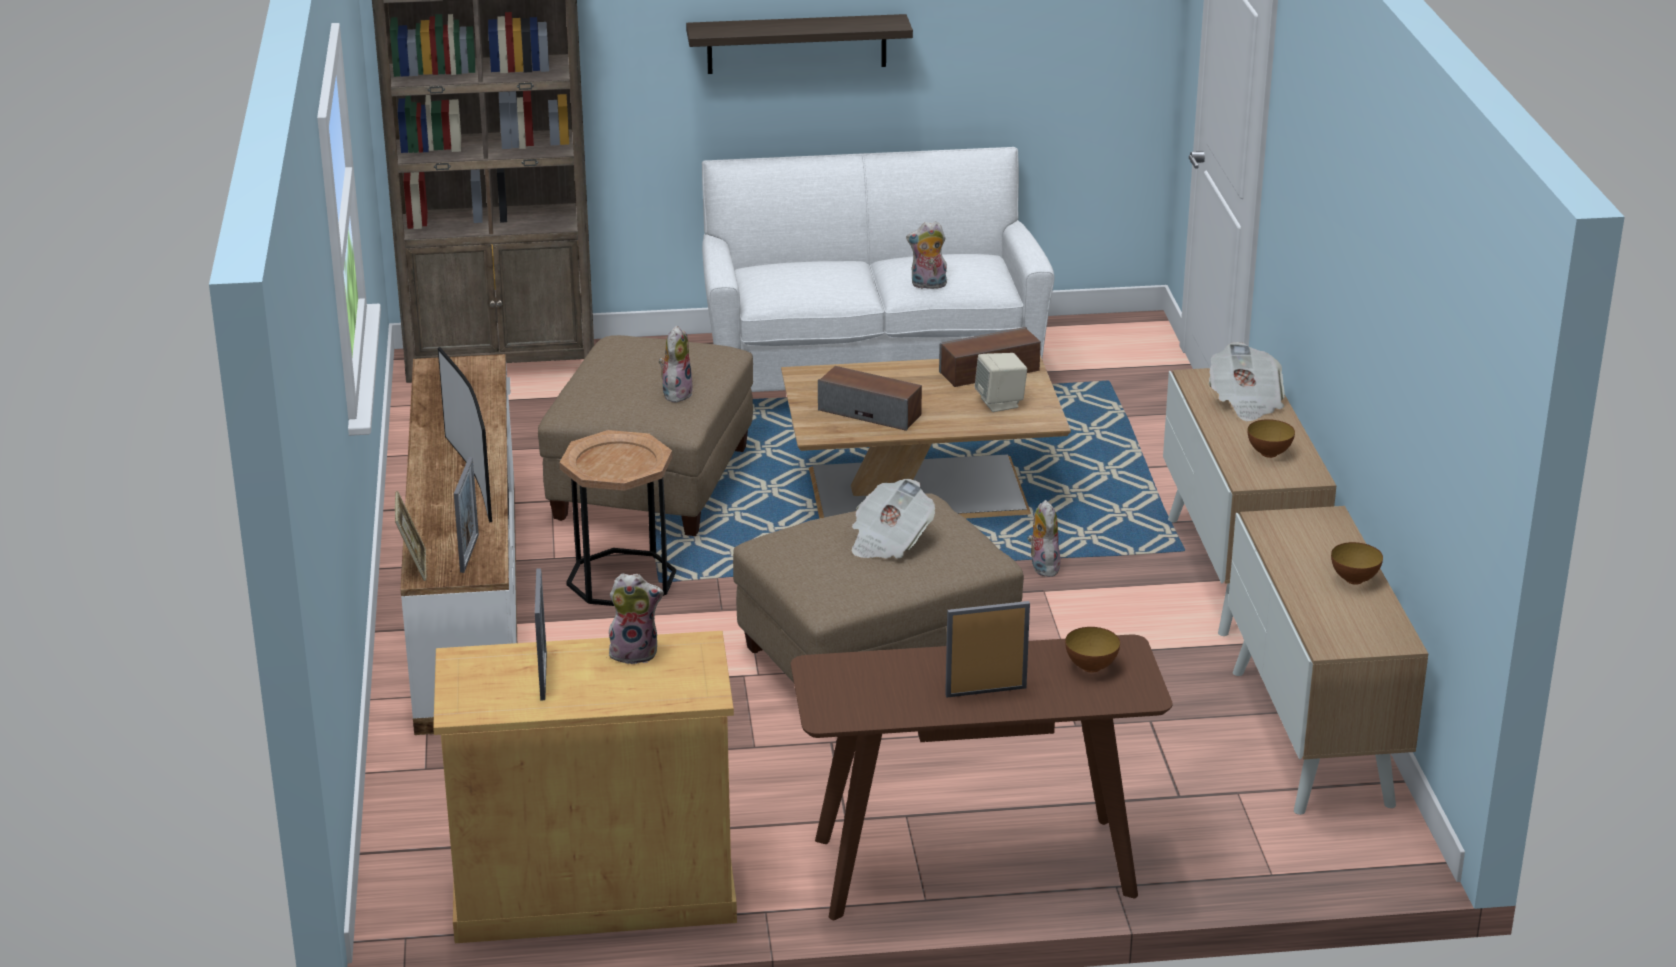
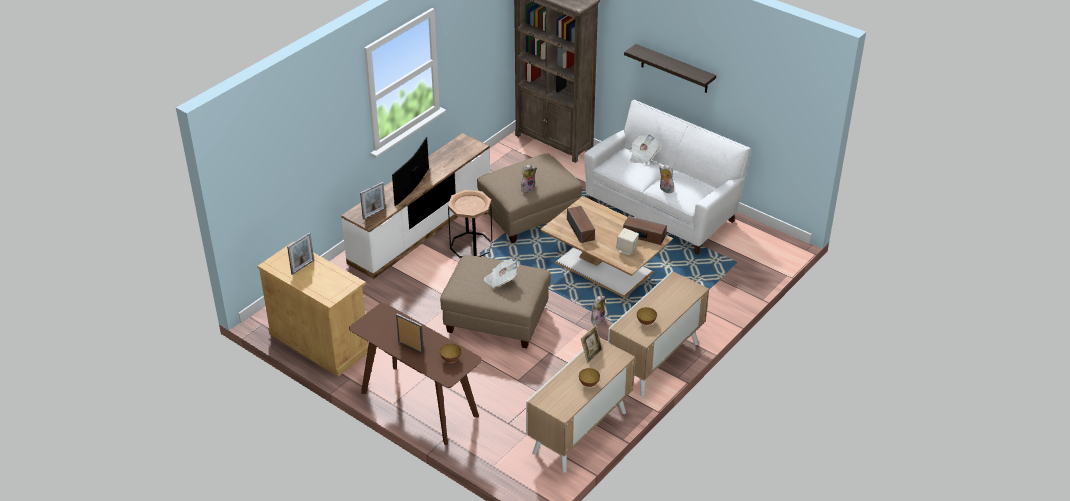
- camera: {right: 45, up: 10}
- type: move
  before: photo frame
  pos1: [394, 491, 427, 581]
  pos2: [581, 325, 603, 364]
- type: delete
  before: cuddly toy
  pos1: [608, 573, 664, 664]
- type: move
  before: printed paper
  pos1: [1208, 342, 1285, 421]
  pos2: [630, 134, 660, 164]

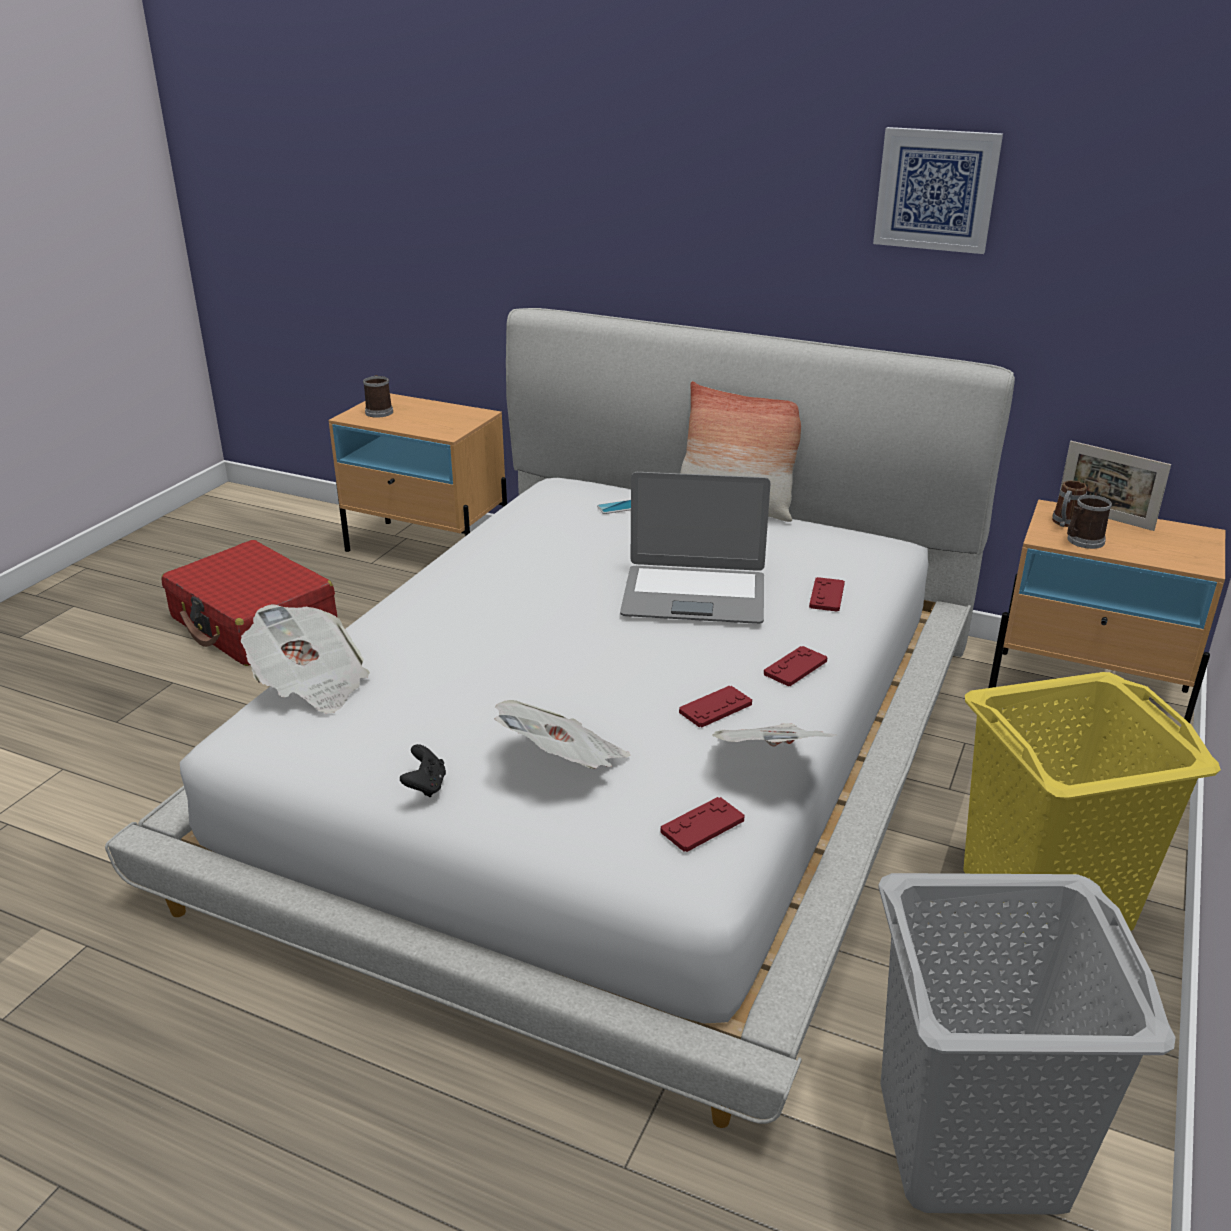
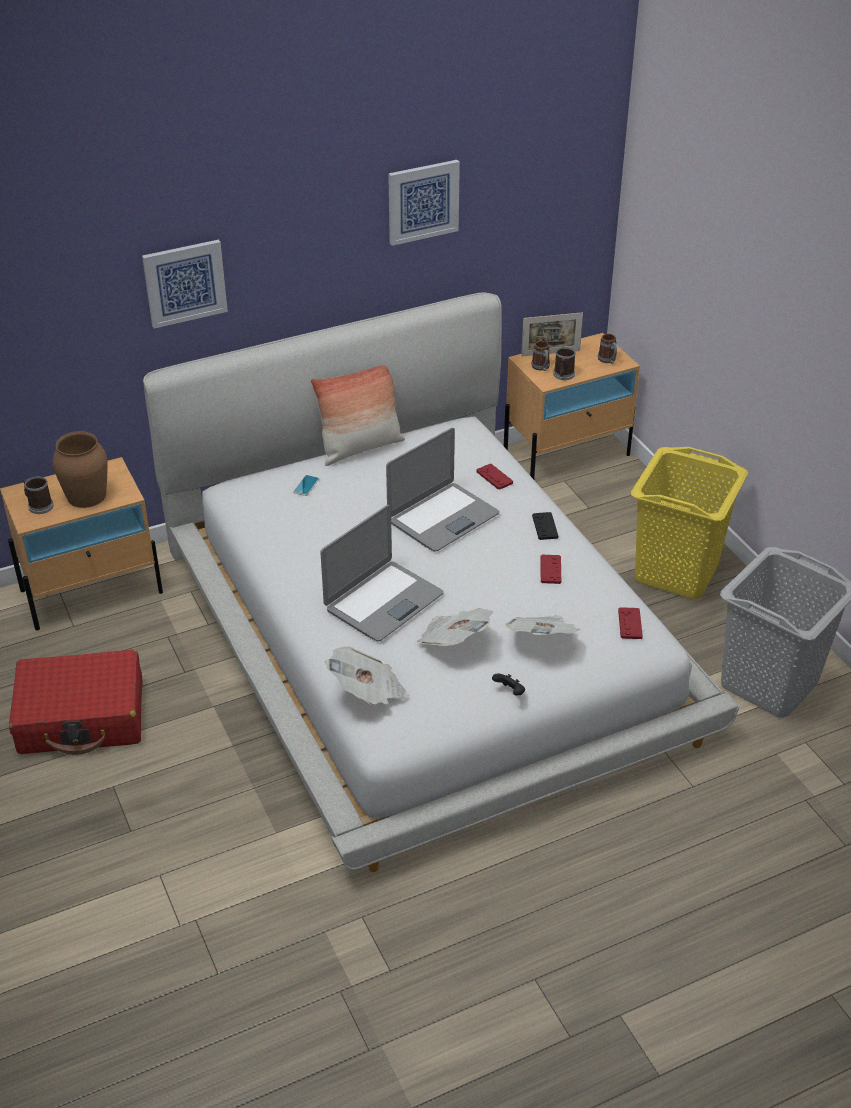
- camera: {right: -50, up: 10}
- type: move
  before: printed paper
  pos1: [712, 723, 836, 747]
  pos2: [417, 608, 493, 646]
- type: recolor
  before: reddish joypad
  after: black joypad
  pos1: [764, 646, 827, 686]
  pos2: [532, 512, 558, 540]
- type: insert
  after: brown-coloured flower vase
  pos2: [53, 431, 108, 508]
- type: insert
  after: wall art
  pos2: [142, 240, 228, 328]
- type: insert
  after: laptop
  pos2: [320, 505, 444, 641]
- type: insert
  after: coffee mug
  pos2: [598, 334, 617, 364]

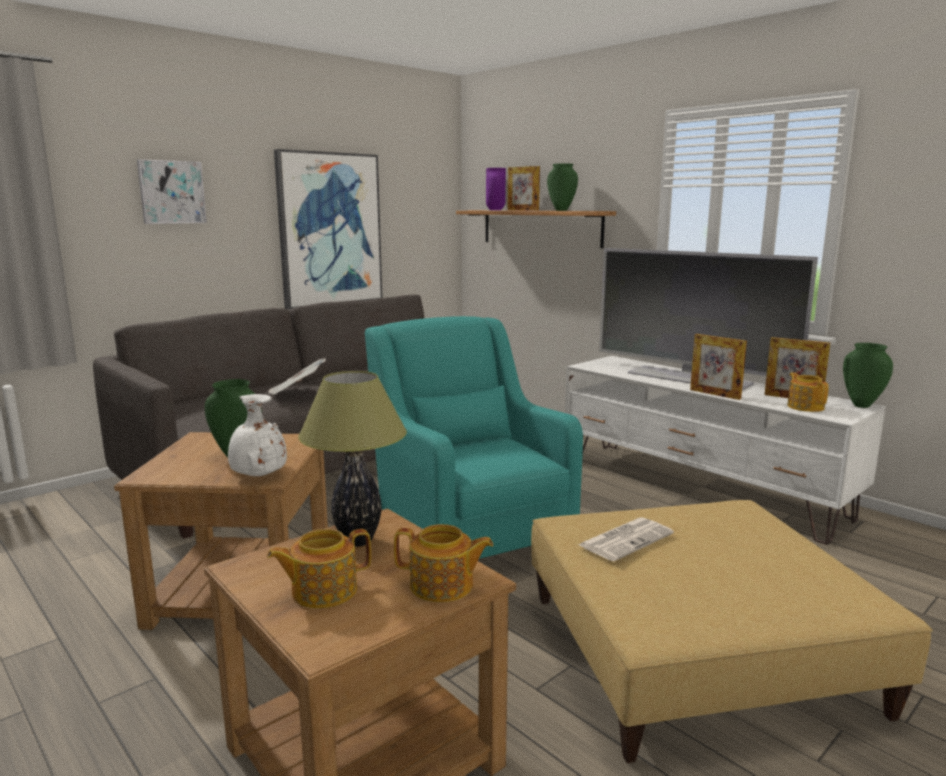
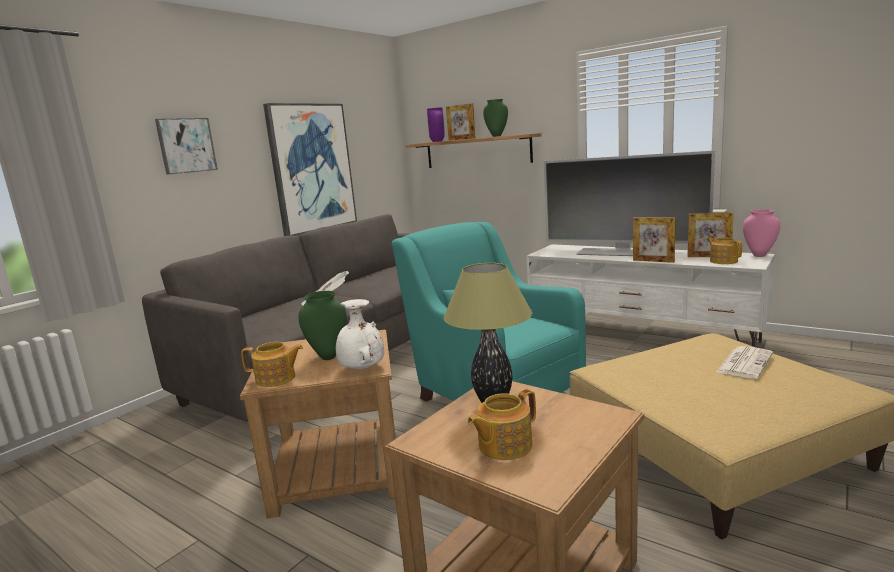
- camera: {right: -10, up: 0}
- type: move
  before: tea pot
  pos1: [394, 524, 493, 603]
  pos2: [241, 342, 303, 387]
- type: move
  before: printed paper
  pos1: [578, 517, 674, 561]
  pos2: [717, 346, 773, 379]
- type: recolor
  before: green flower vase
  after: pinkish flower vase
  pos1: [843, 343, 893, 408]
  pos2: [743, 209, 780, 257]

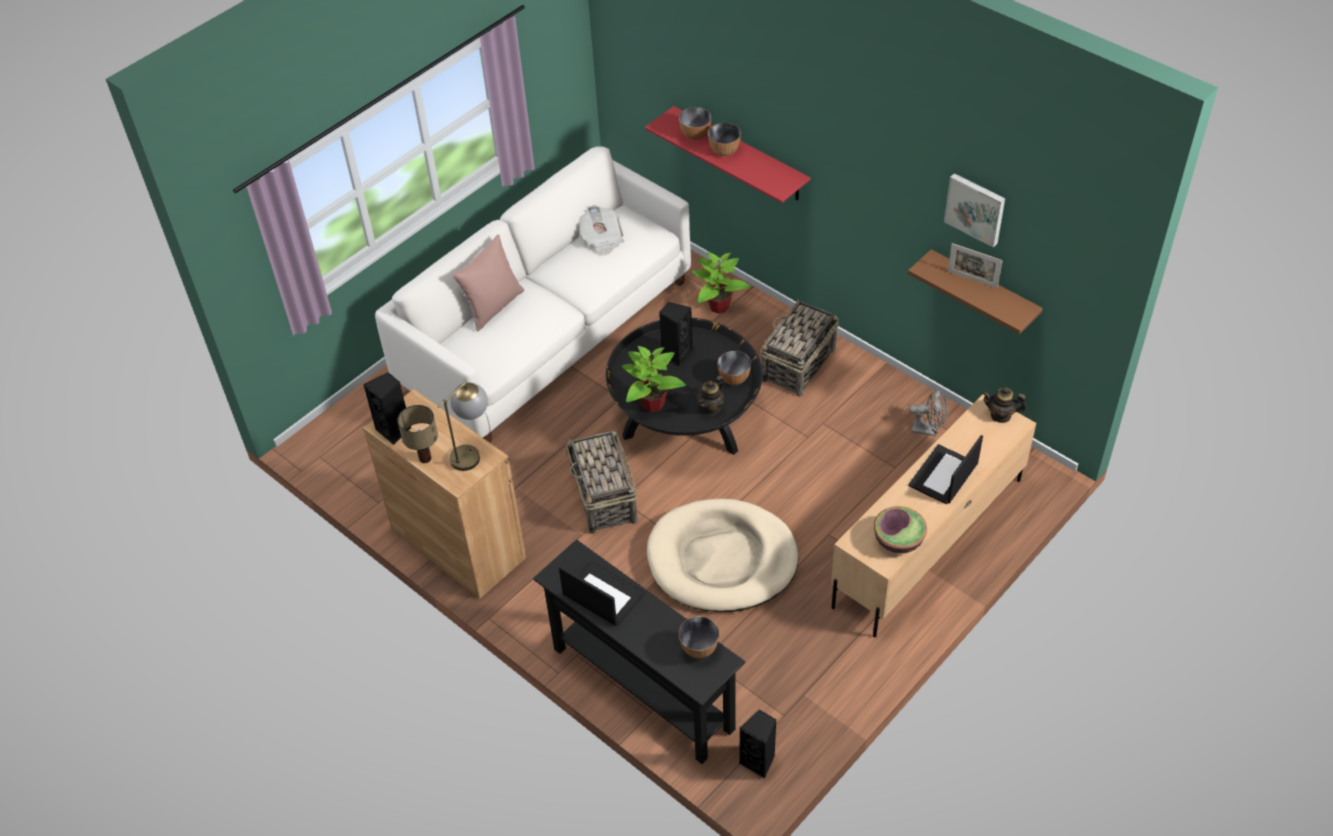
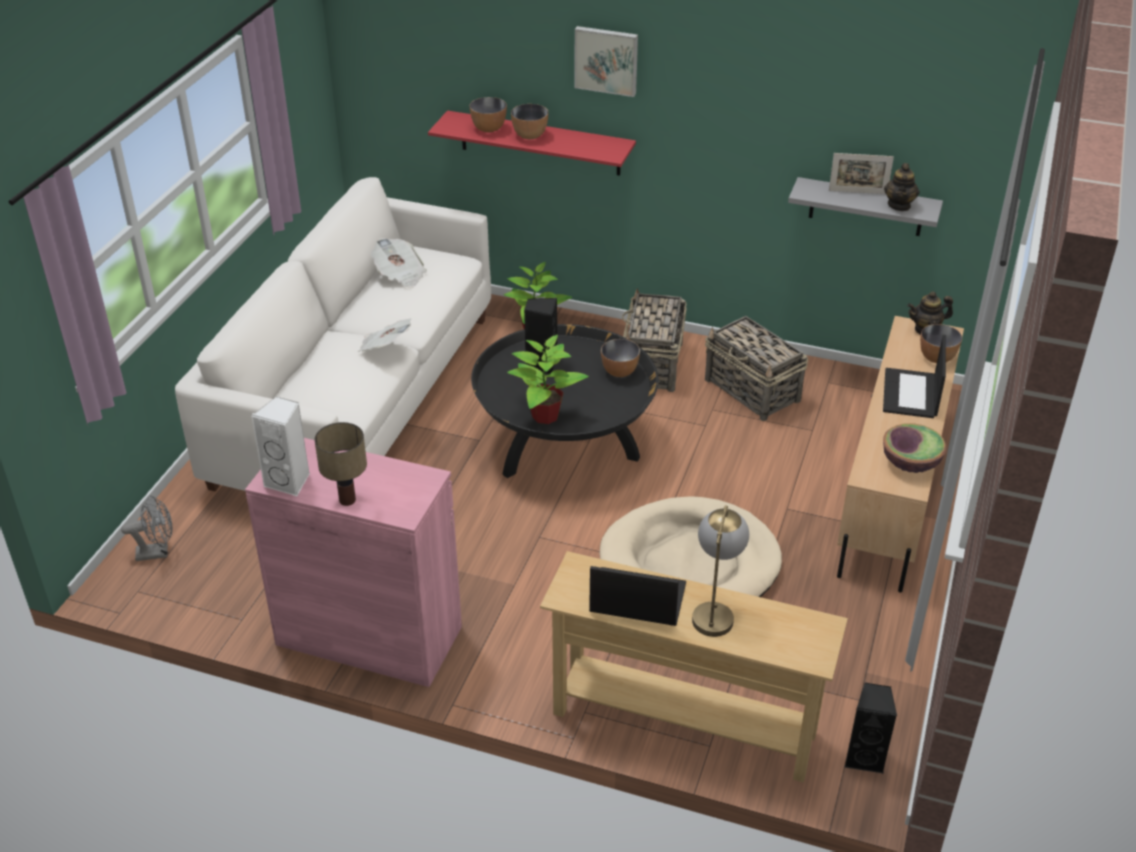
- camera: {right: -25, up: -10}
- type: recolor
  before: black loudspeaker
  after: whitish loudspeaker
  pos1: [363, 372, 411, 445]
  pos2: [251, 396, 310, 496]
- type: recolor
  before: brown-coloured cupboard
  after: pinkish cupboard
  pos1: [363, 389, 526, 599]
  pos2: [245, 438, 462, 687]
- type: move
  before: tabletop lamp
  pos1: [438, 382, 488, 471]
  pos2: [692, 505, 749, 637]
- type: delete
  before: pinkish throw pillow
  pos1: [453, 234, 524, 332]
- type: recolor
  before: black hall table
  after: beige hall table
  pos1: [533, 539, 745, 764]
  pos2: [540, 551, 848, 783]
- type: move
  before: household basket
  pos1: [565, 431, 638, 534]
  pos2: [705, 316, 808, 421]
- type: move
  before: deep dish
  pos1: [679, 616, 719, 659]
  pos2: [920, 324, 962, 363]
- type: move
  before: tea pot
  pos1: [697, 375, 724, 415]
  pos2: [884, 163, 920, 211]
- type: recolor
  before: brown-coloured shelf
  after: greyish shelf
  pos1: [908, 249, 1043, 334]
  pos2: [788, 177, 943, 236]
- type: move
  before: greyish fan
  pos1: [909, 388, 948, 436]
  pos2: [121, 495, 172, 561]
- type: move
  before: wall art
  pos1: [944, 173, 1005, 247]
  pos2: [574, 26, 638, 97]
- type: insert
  after: printed paper
  pos2: [358, 318, 411, 352]

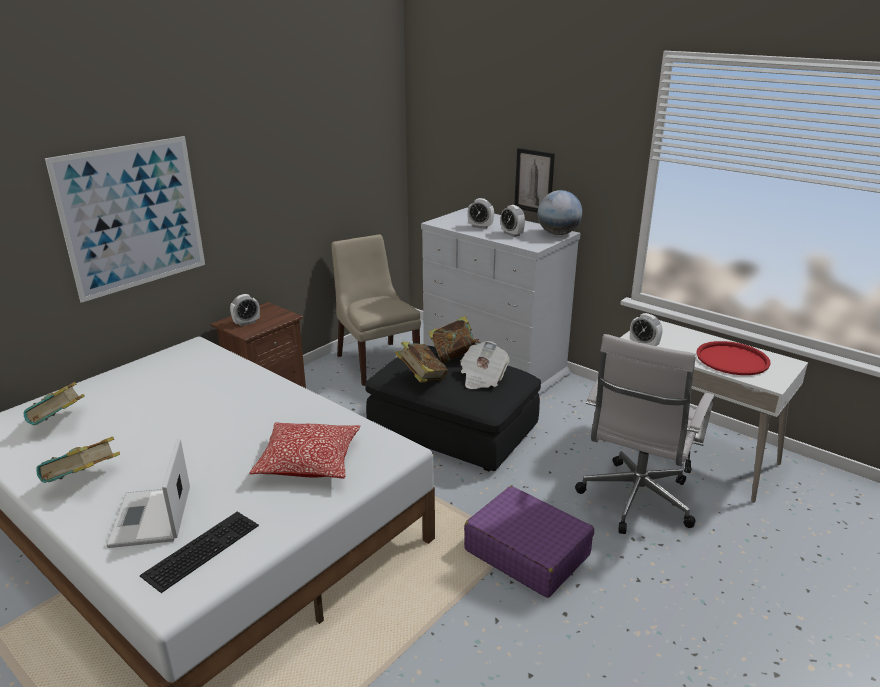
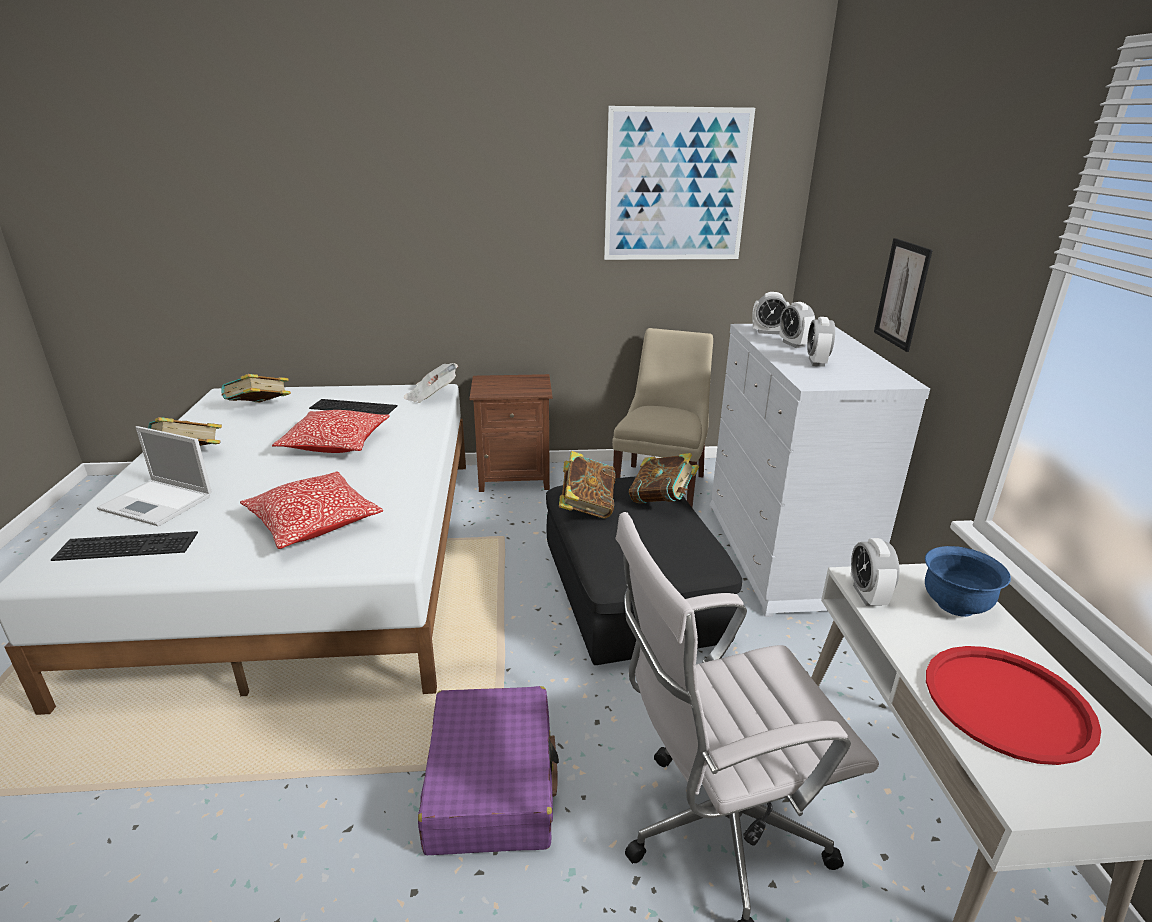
- camera: {right: 45, up: 0}
- type: move
  before: wall art
  pos1: [45, 136, 205, 303]
  pos2: [604, 106, 755, 260]
- type: rotate
  before: laptop
  pos1: [106, 439, 190, 548]
  pos2: [97, 426, 212, 526]
  turn: -105
- type: move
  before: alarm clock
  pos1: [230, 294, 260, 326]
  pos2: [752, 292, 790, 335]
- type: move
  before: printed paper
  pos1: [460, 341, 510, 389]
  pos2: [404, 363, 458, 403]
- type: delete
  before: world globe
  pos1: [538, 190, 582, 235]
- type: insert
  after: throw pillow
  pos2: [272, 410, 390, 453]
- type: insert
  after: keyboard
  pos2: [309, 399, 397, 415]
- type: insert
  after: blue deep dish
  pos2: [925, 546, 1011, 617]

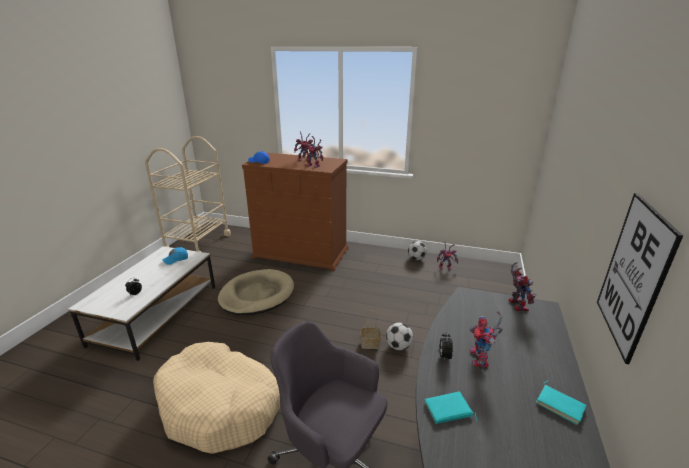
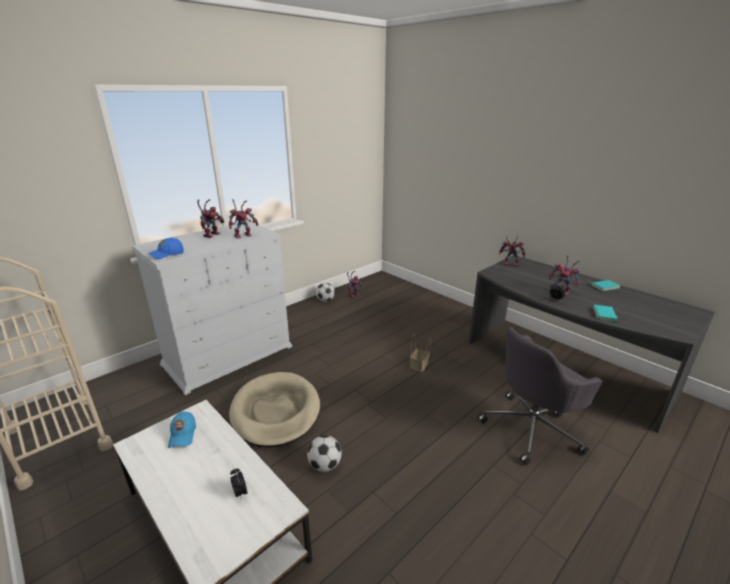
- camera: {right: -60, up: 0}
- type: delete
  before: beige pet bed
  pos1: [153, 342, 280, 454]
- type: recolor
  before: brown-coloured drawer chest
  after: whitish drawer chest
  pos1: [242, 153, 349, 271]
  pos2: [132, 221, 292, 395]
- type: move
  before: football ball
  pos1: [386, 323, 413, 350]
  pos2: [307, 435, 342, 472]
- type: delete
  before: wall art
  pos1: [597, 193, 683, 364]

